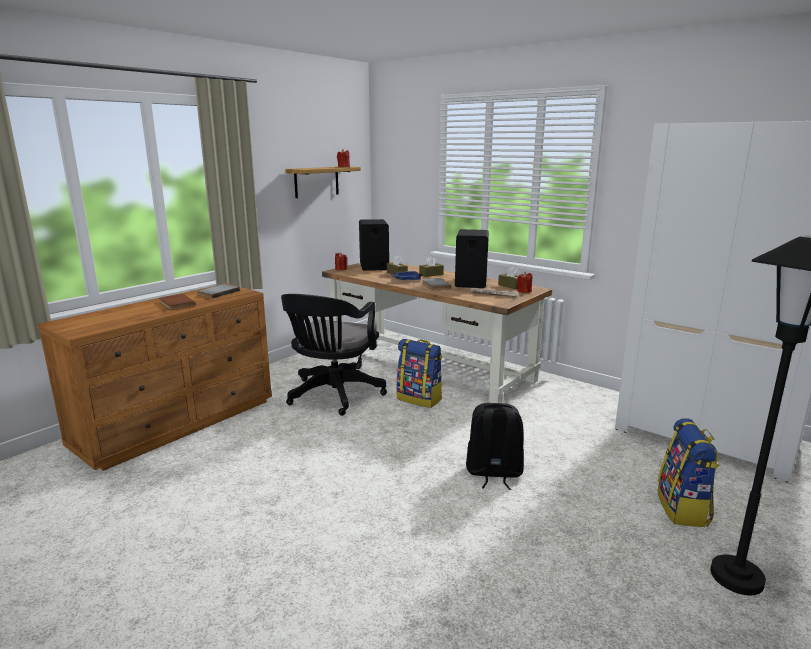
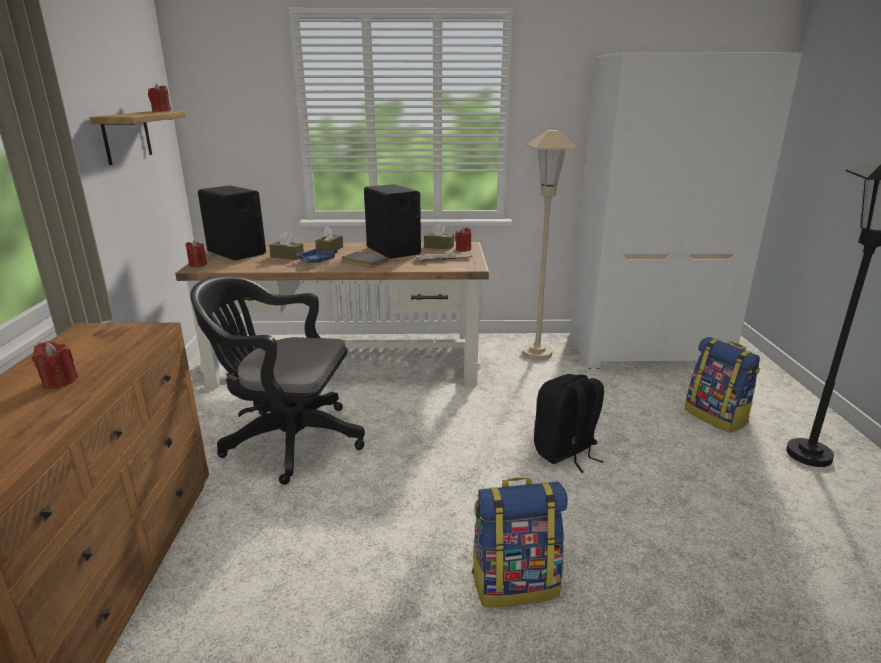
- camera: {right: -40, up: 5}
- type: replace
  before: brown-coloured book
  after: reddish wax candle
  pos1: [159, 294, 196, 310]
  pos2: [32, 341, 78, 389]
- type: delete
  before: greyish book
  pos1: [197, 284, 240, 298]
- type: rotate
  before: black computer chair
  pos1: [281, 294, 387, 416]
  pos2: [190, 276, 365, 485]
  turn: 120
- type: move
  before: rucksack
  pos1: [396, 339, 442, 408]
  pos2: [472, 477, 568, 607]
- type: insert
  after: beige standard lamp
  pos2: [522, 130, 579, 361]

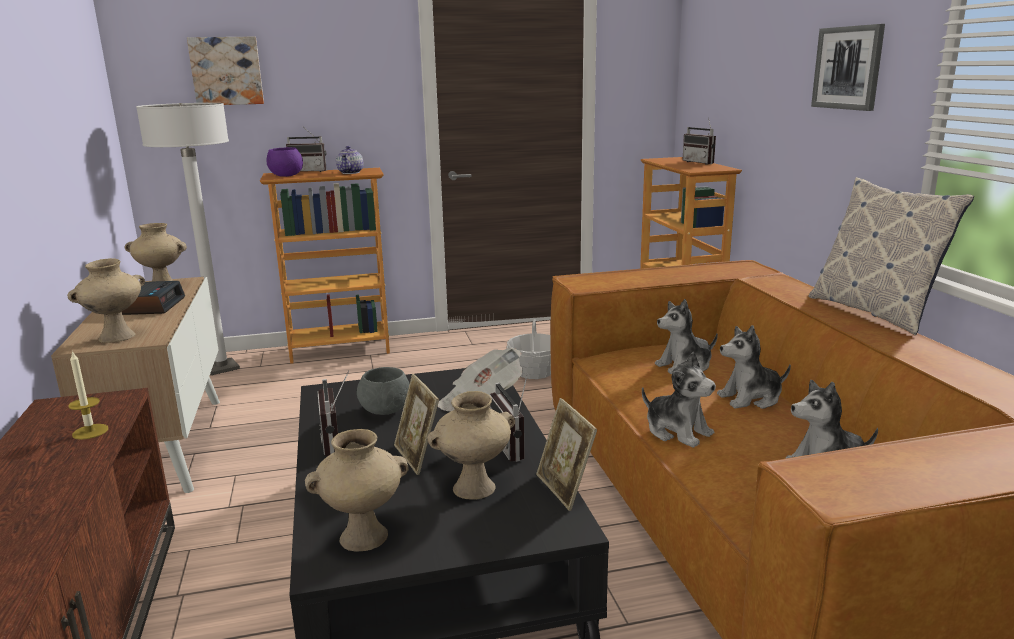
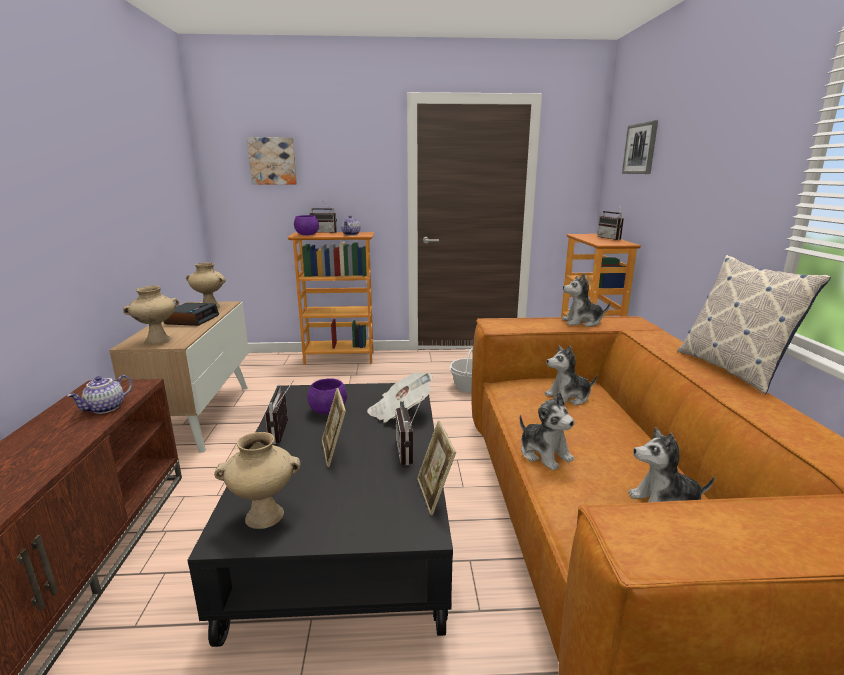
- camera: {right: 10, up: 0}
- type: replace
  before: wax candle
  after: tea pot
  pos1: [68, 351, 108, 440]
  pos2: [67, 375, 133, 414]
- type: delete
  before: whitish standard lamp
  pos1: [136, 103, 240, 375]
- type: recolor
  before: greyish deep dish
  after: purple-coloured deep dish
  pos1: [357, 367, 409, 415]
  pos2: [307, 378, 347, 415]
- type: delete
  before: beige flower vase
  pos1: [427, 391, 515, 500]
- type: move
  before: cuddly toy
  pos1: [717, 325, 791, 409]
  pos2: [562, 273, 610, 327]
- type: move
  before: wall art
  pos1: [811, 24, 885, 111]
  pos2: [622, 120, 658, 174]

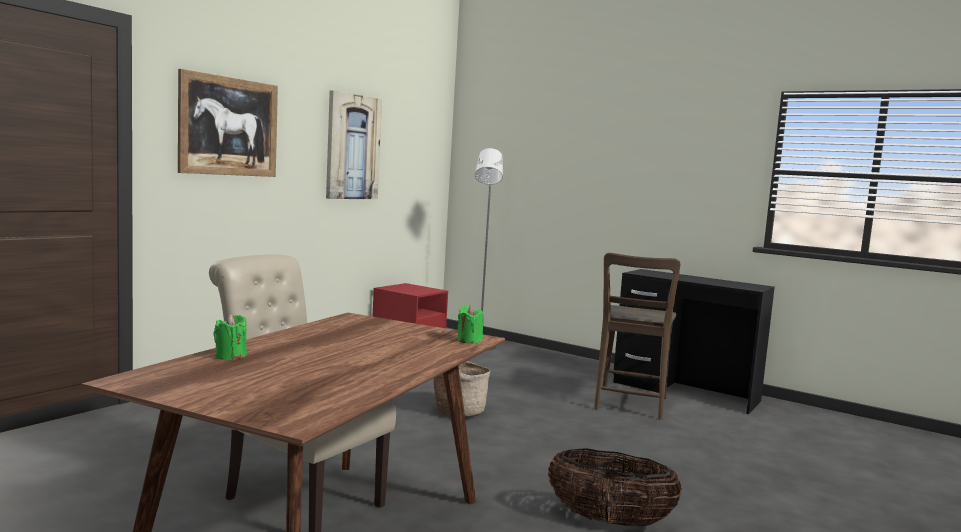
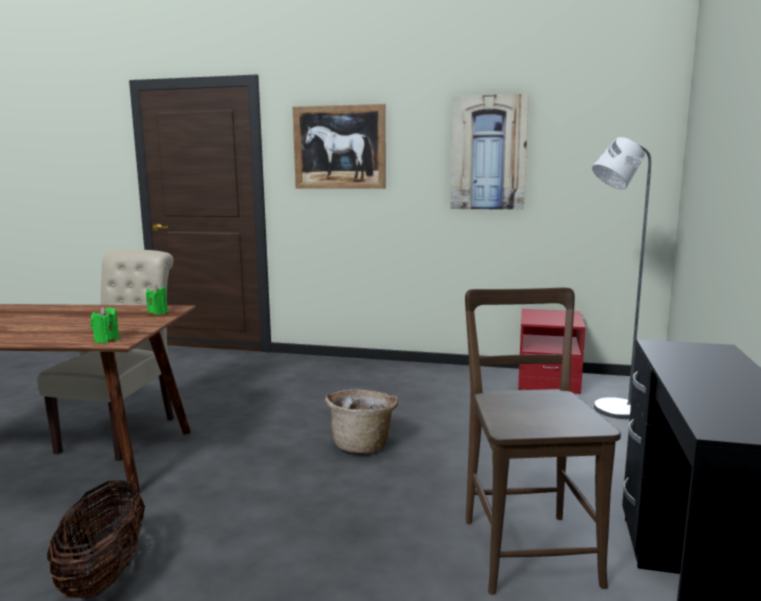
- camera: {right: 70, up: 5}
- type: move
  before: green wax candle
  pos1: [214, 314, 247, 360]
  pos2: [146, 285, 168, 315]
- type: rotate
  before: brown-coloured upright chair
  pos1: [594, 253, 680, 420]
  pos2: [465, 287, 621, 595]
  turn: 90

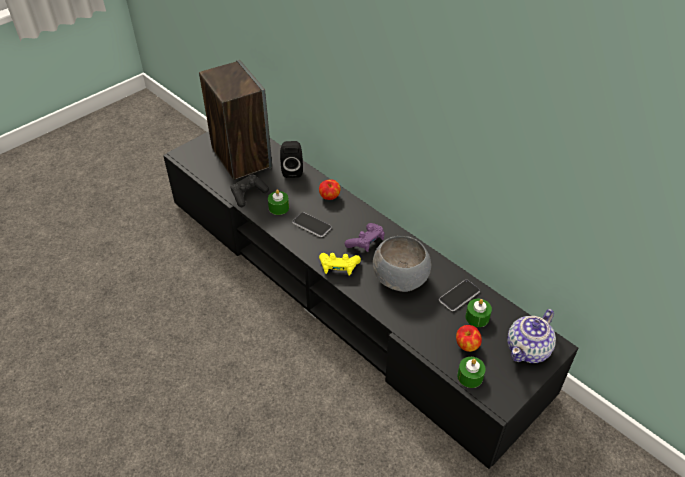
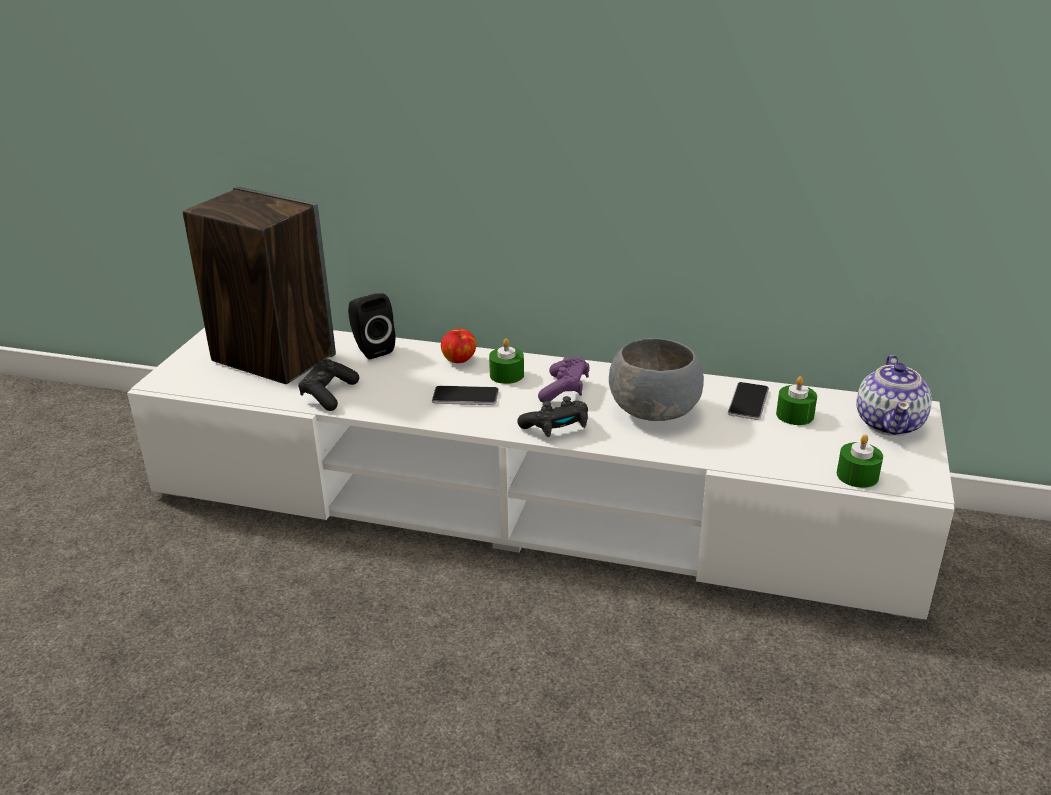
- camera: {right: -30, up: -15}
- type: recolor
  before: black tv unit
  after: whitish tv unit
  pos1: [163, 131, 578, 469]
  pos2: [127, 327, 954, 620]
- type: move
  before: green wax candle
  pos1: [268, 189, 289, 215]
  pos2: [489, 338, 524, 384]
- type: recolor
  before: yellow joypad
  after: black joypad
  pos1: [319, 253, 361, 276]
  pos2: [517, 396, 588, 437]
- type: delete
  before: whole apple
  pos1: [456, 325, 482, 352]

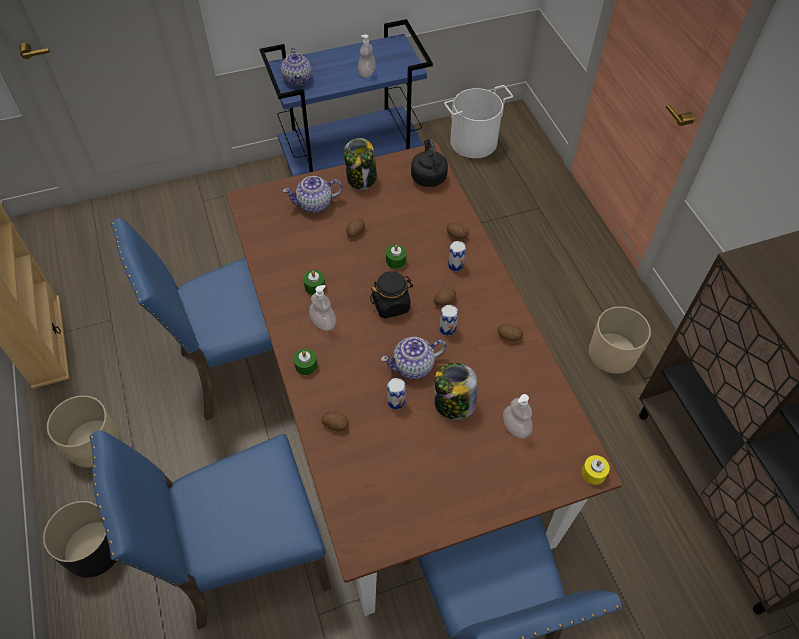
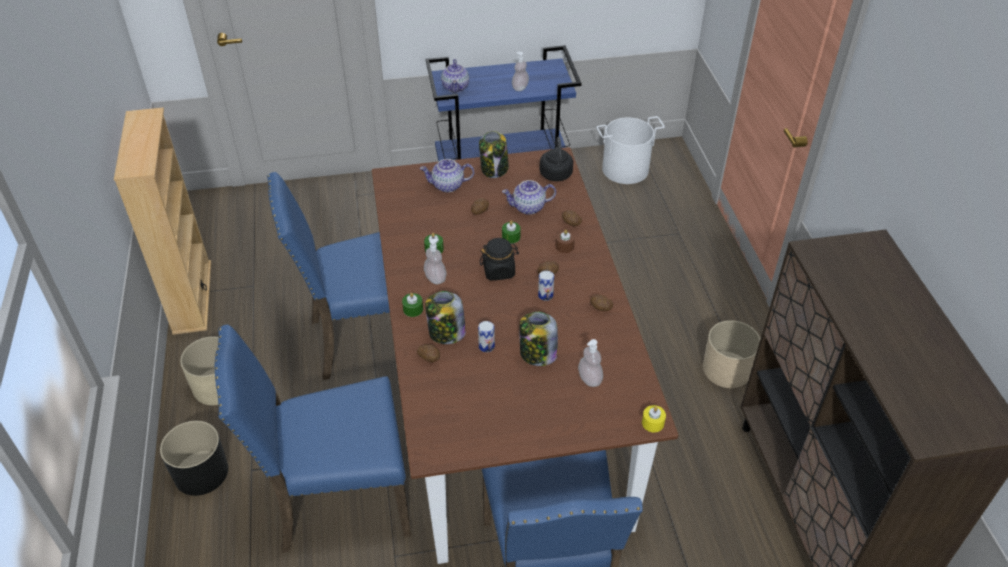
- camera: {right: 10, up: -10}
- type: move
  before: tea pot
  pos1: [381, 336, 447, 379]
  pos2: [502, 180, 556, 215]
- type: replace
  before: sealed can
  after: brown-coloured wax candle
  pos1: [448, 241, 466, 271]
  pos2: [555, 230, 575, 253]
- type: insert
  after: storage jar
  pos2: [425, 291, 466, 344]

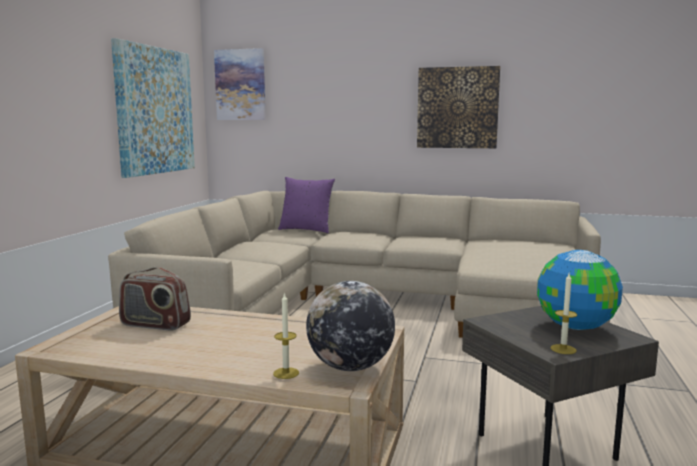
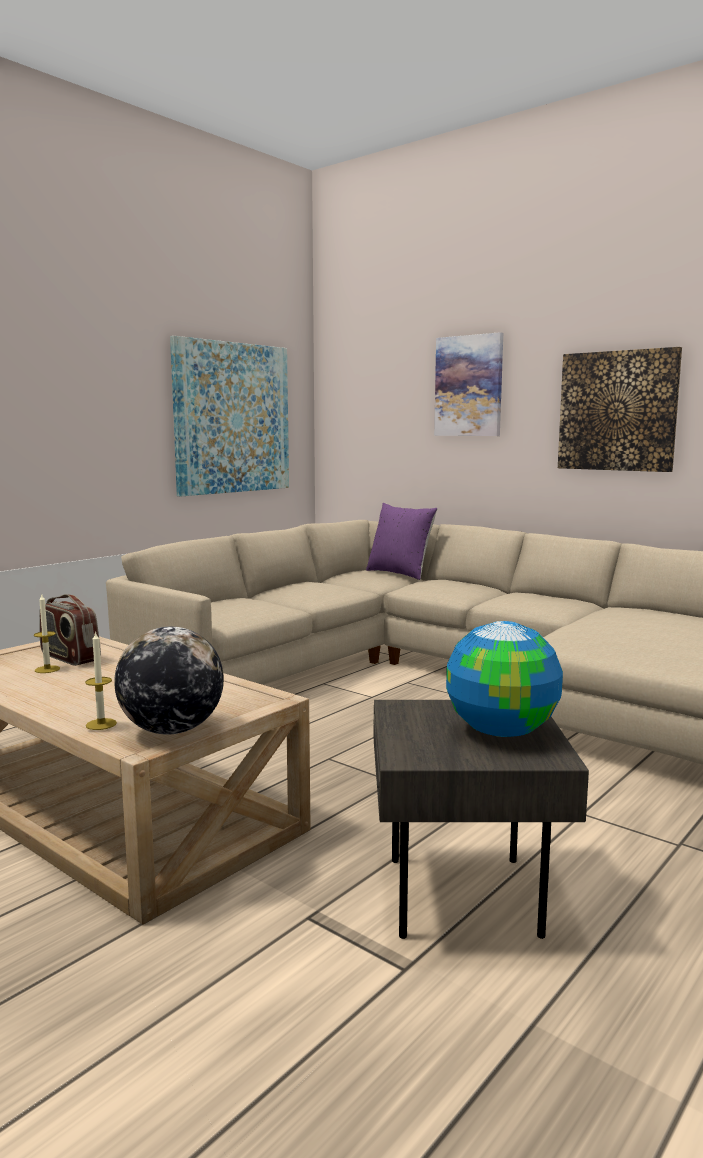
- camera: {right: 25, up: 0}
- type: move
  before: wall art
  pos1: [214, 48, 266, 120]
  pos2: [434, 332, 503, 436]
- type: move
  before: wax candle
  pos1: [551, 273, 577, 354]
  pos2: [34, 595, 60, 673]

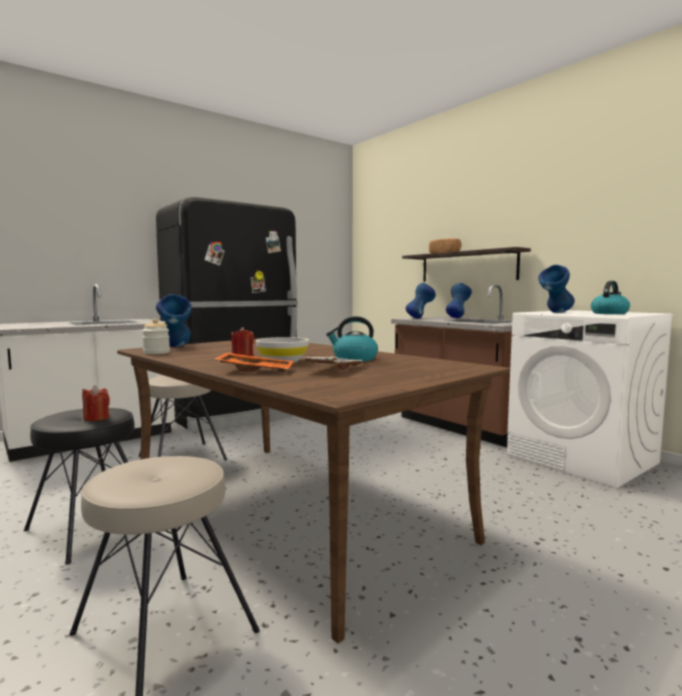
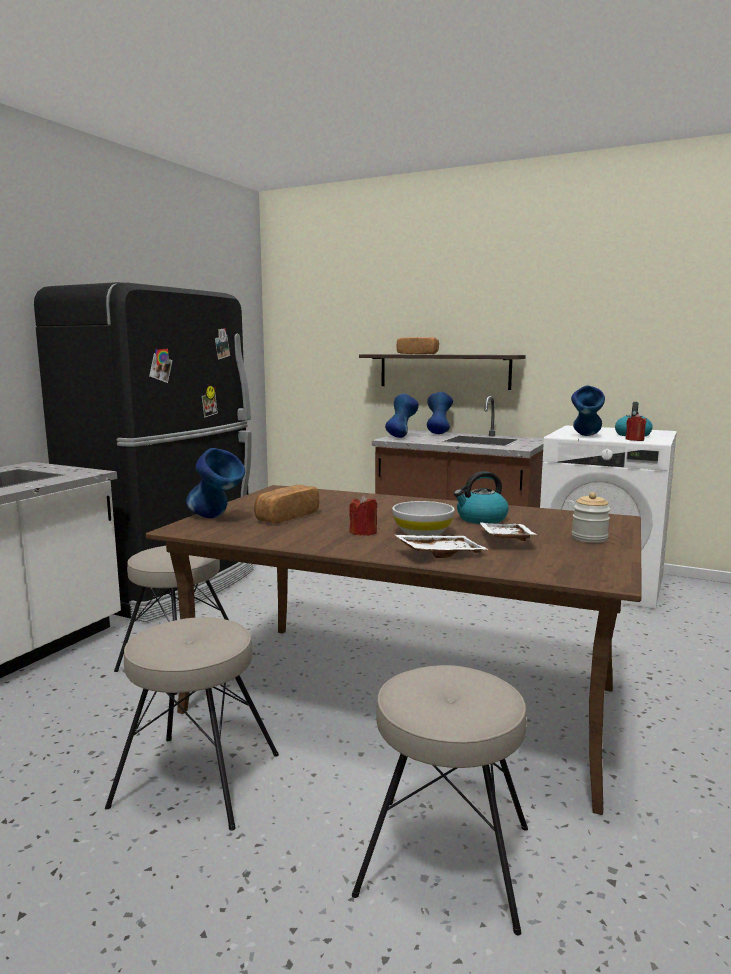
- camera: {right: -25, up: 5}
- type: recolor
  before: black sitting stool
  after: beige sitting stool
  pos1: [24, 408, 135, 565]
  pos2: [105, 617, 279, 831]
- type: move
  before: reddish wax candle
  pos1: [82, 385, 110, 421]
  pos2: [625, 414, 646, 441]
- type: move
  before: storage jar
  pos1: [142, 319, 170, 354]
  pos2: [572, 492, 610, 543]
- type: recolor
  before: orange-coloured serving tray
  after: whitish serving tray
  pos1: [215, 353, 294, 373]
  pos2: [395, 535, 489, 558]
- type: insert
  after: bread
  pos2: [254, 485, 319, 523]

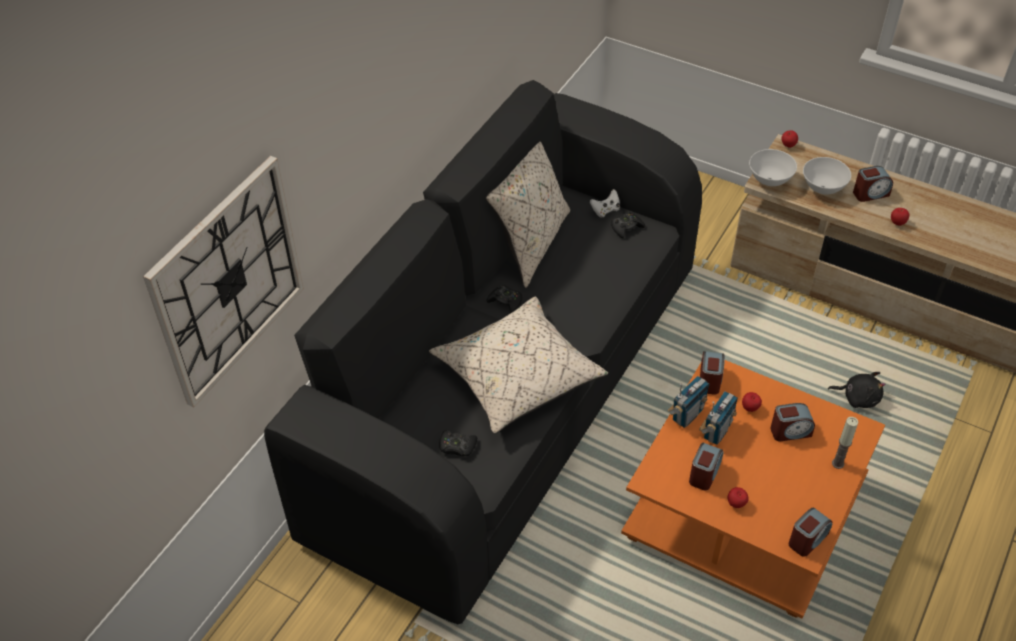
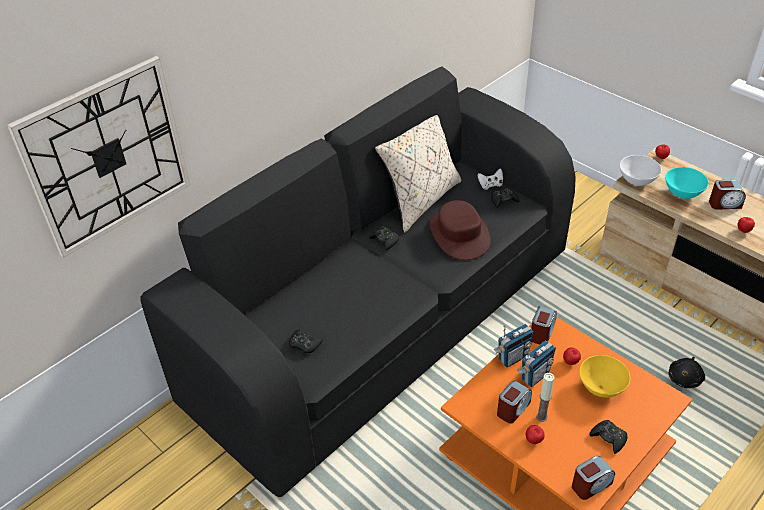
- camera: {right: 15, up: -5}
- type: delete
  before: beige throw pillow
  pos1: [429, 296, 608, 434]
- type: replace
  before: alarm clock
  after: yellow deep dish
  pos1: [770, 403, 815, 442]
  pos2: [579, 355, 630, 398]
- type: recolor
  before: whitish deep dish
  after: blue-green deep dish
  pos1: [803, 157, 851, 194]
  pos2: [665, 167, 709, 199]
- type: rotate
  before: black cuddly toy
  pos1: [828, 372, 886, 408]
  pos2: [668, 357, 705, 388]
  turn: 90
- type: move
  before: wax candle
  pos1: [832, 417, 858, 469]
  pos2: [536, 373, 555, 422]
- type: insert
  after: brown-coloured clothing hat
  pos2: [429, 200, 490, 260]
- type: insert
  after: black joypad
  pos2: [589, 420, 628, 454]

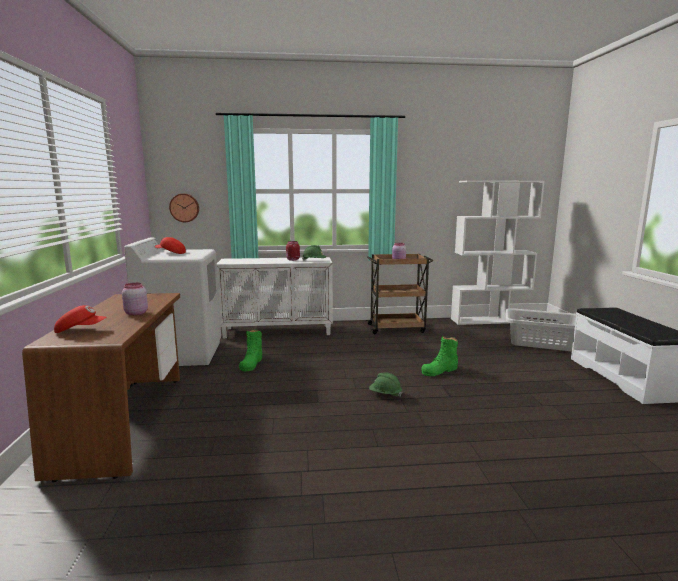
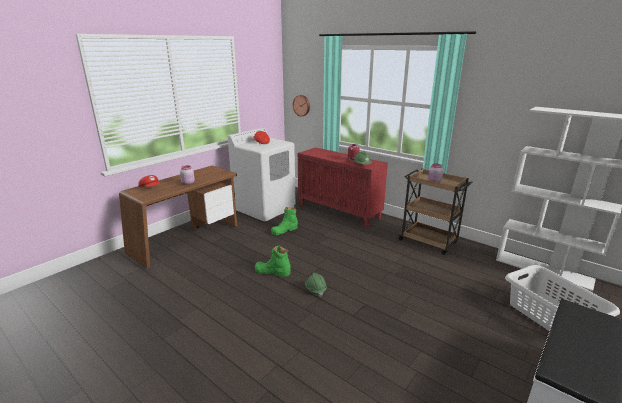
- camera: {right: 45, up: 10}
- type: recolor
  before: whitish cupboard
  after: reddish cupboard
  pos1: [217, 257, 333, 338]
  pos2: [298, 147, 388, 228]
- type: move
  before: green tall boot
  pos1: [421, 336, 458, 376]
  pos2: [255, 246, 291, 277]

